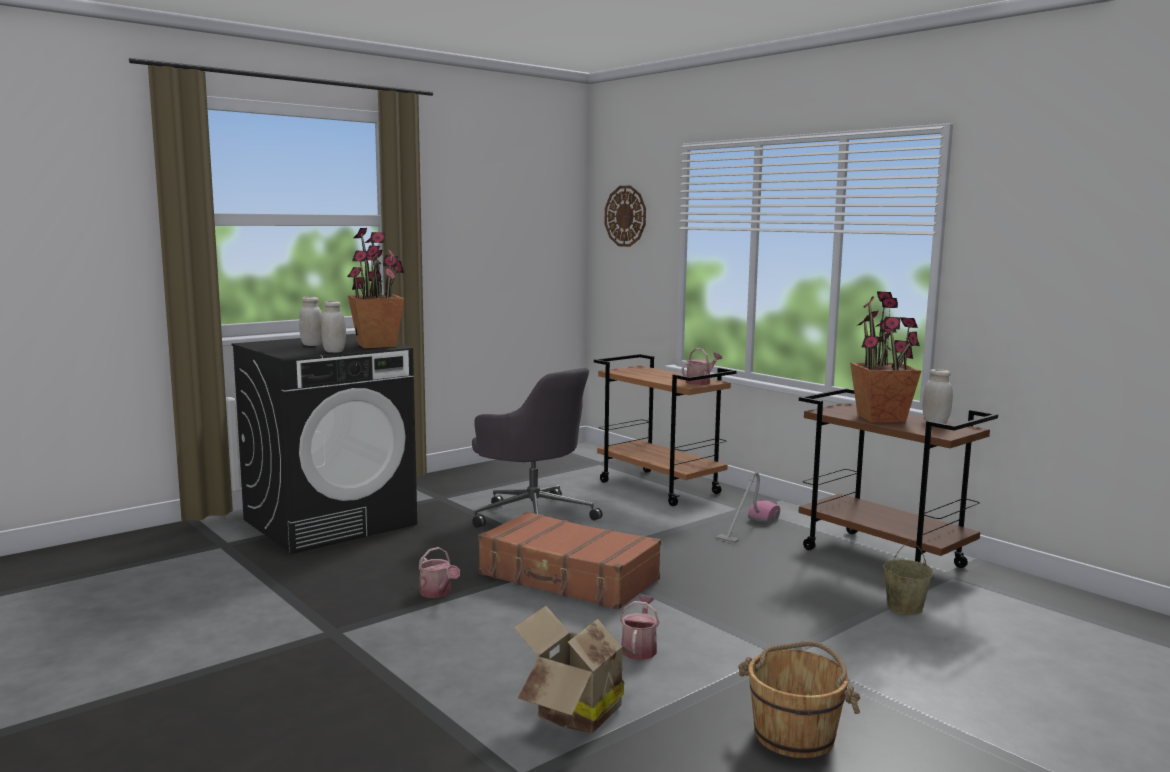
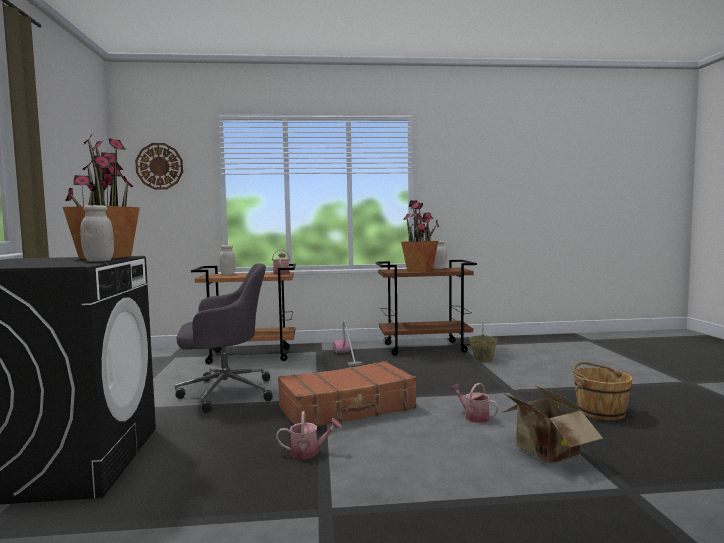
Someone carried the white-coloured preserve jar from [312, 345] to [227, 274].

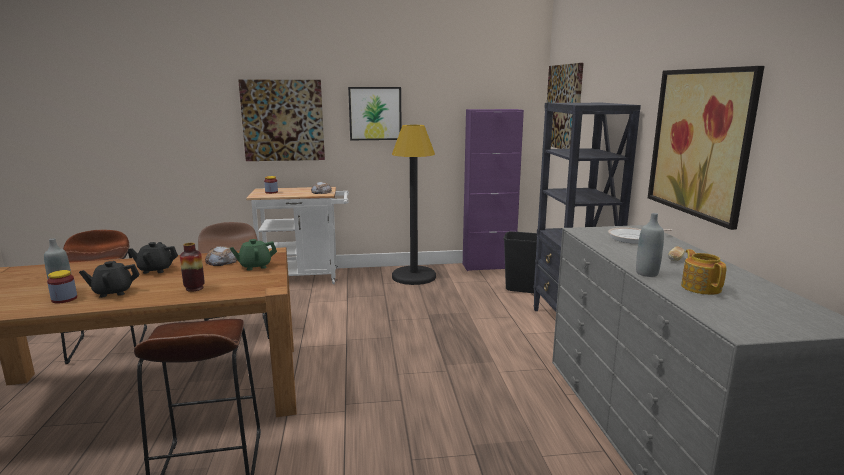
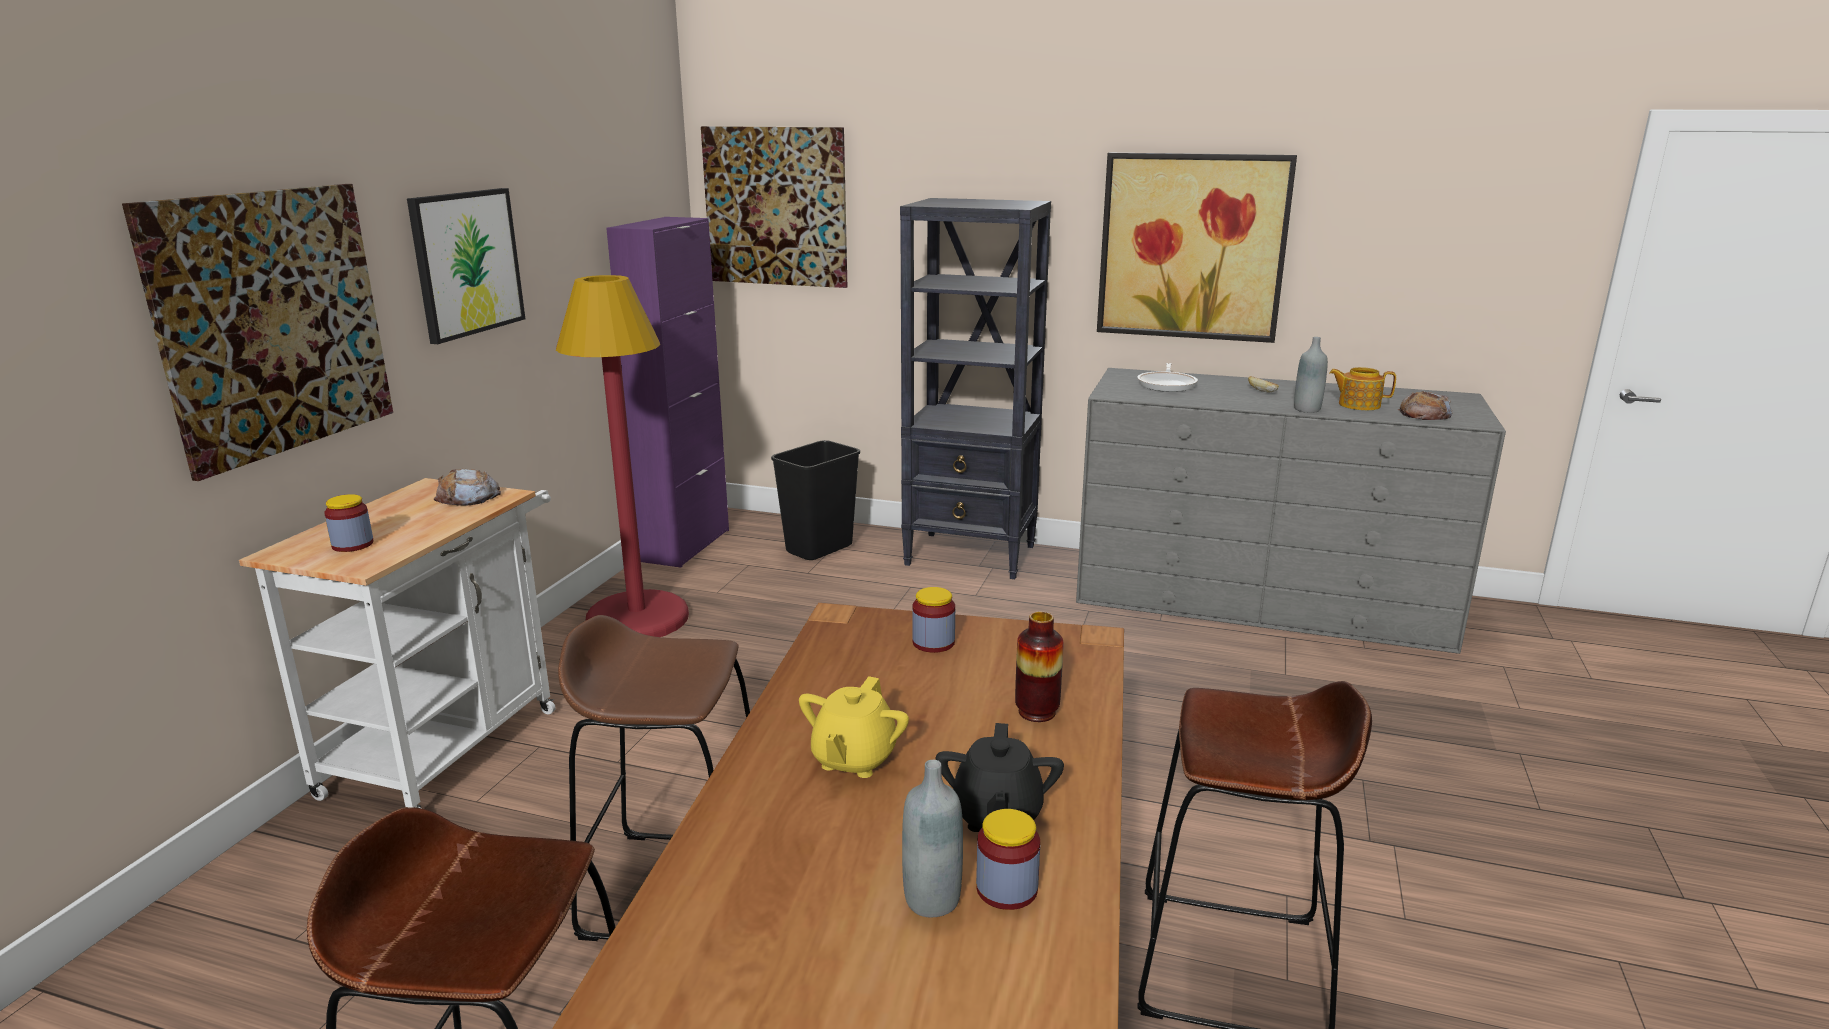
Someone repainted the blackish teapot at [155, 270], which became the yellow teapot at [853, 759]. Someone carried the bakery bread from [221, 261] to [1424, 414]. Someone swapped the greenish teapot at [255, 266] for the preserve jar at [933, 643]. Someone repainted the blackish floor lamp at [413, 276], which became the red floor lamp at [637, 619].

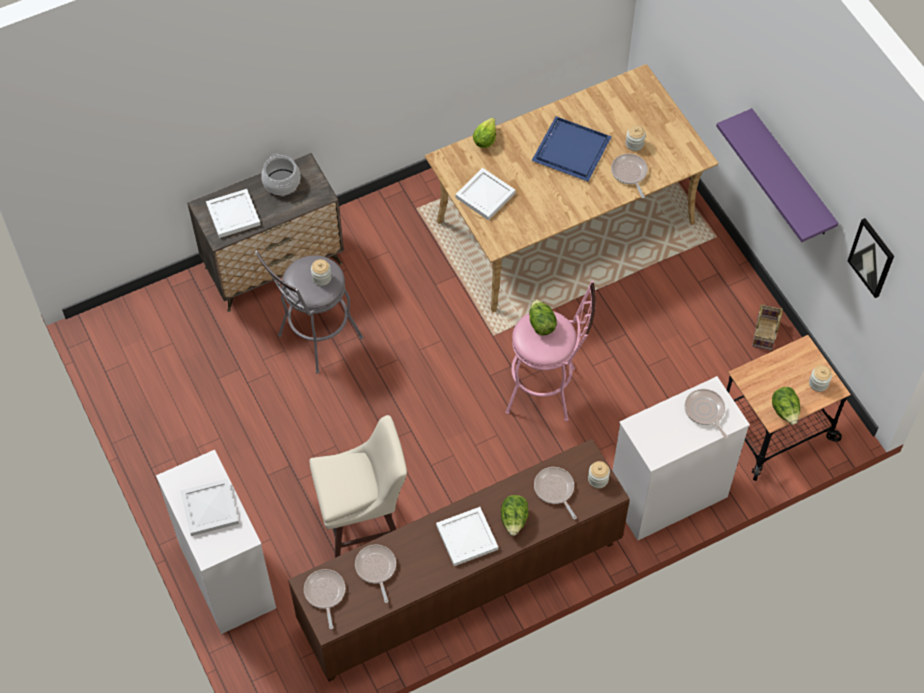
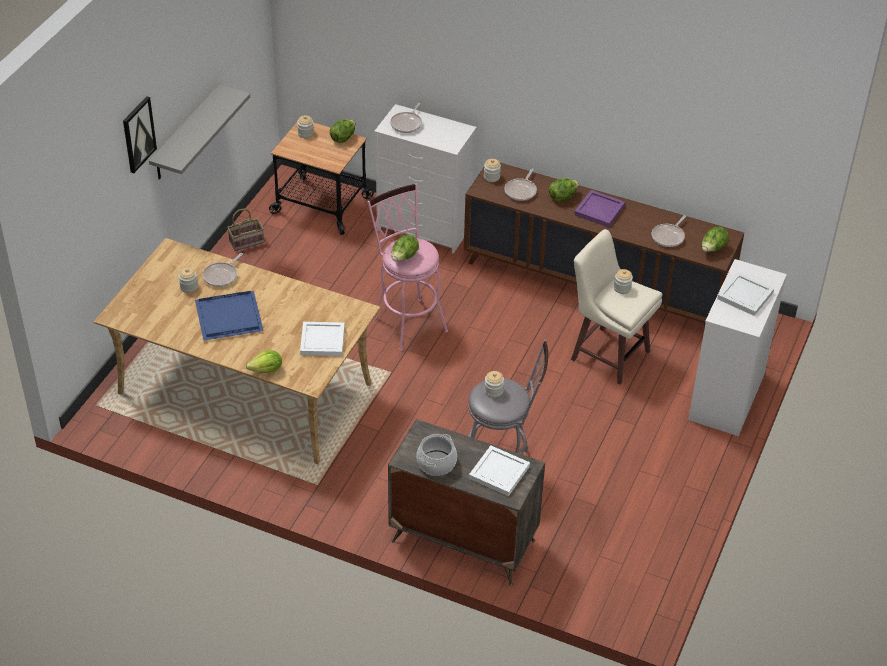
Someone swapped the skillet at [325, 593] for the lettuce head at [713, 249]. Someone repainted the white-coloured serving tray at [466, 538], which became the purple-coloured serving tray at [600, 210]. Someone repainted the purple-coloured shelf at [791, 175], which became the grey shelf at [186, 134]. Someone carried the wall picture from [872, 257] to [138, 134]. Someone put down the preserve jar at [622, 288].

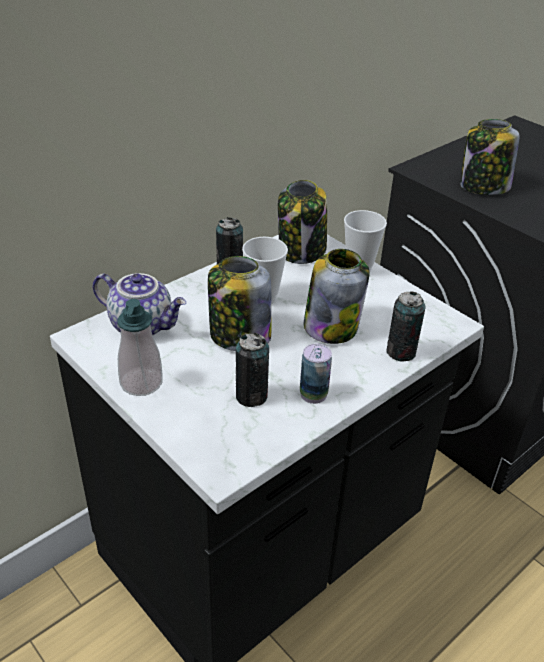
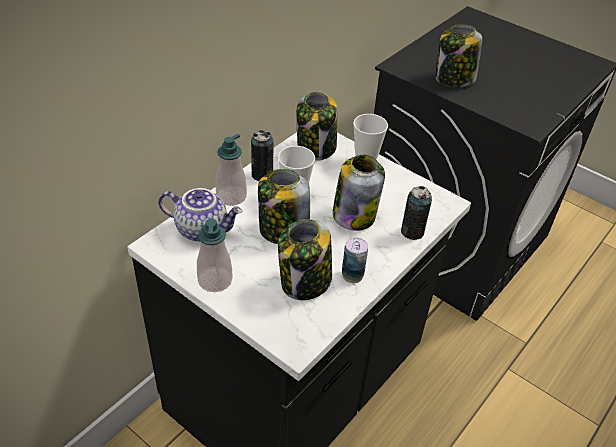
Someone swapped the metal can at [251, 396] for the preserve jar at [305, 282]. Someone put down the soap dispenser at [231, 197].

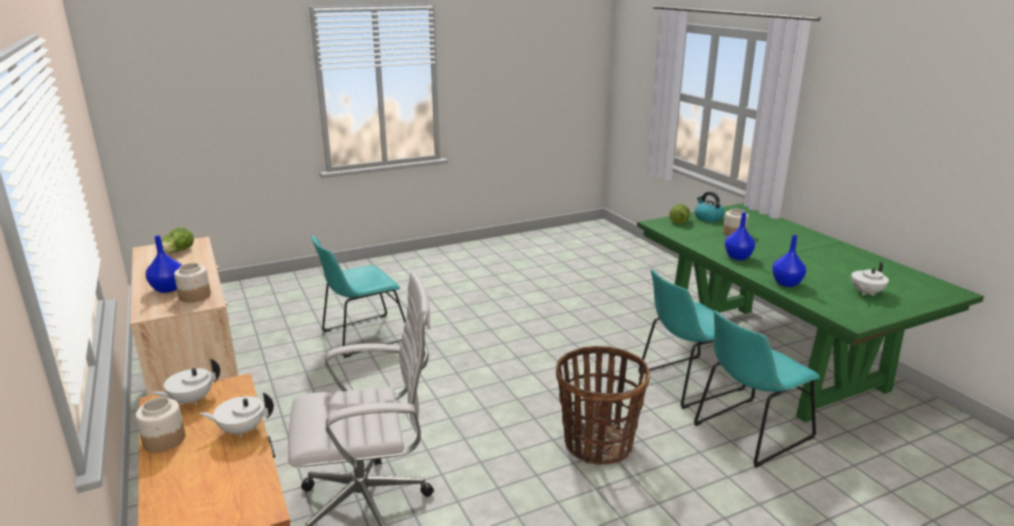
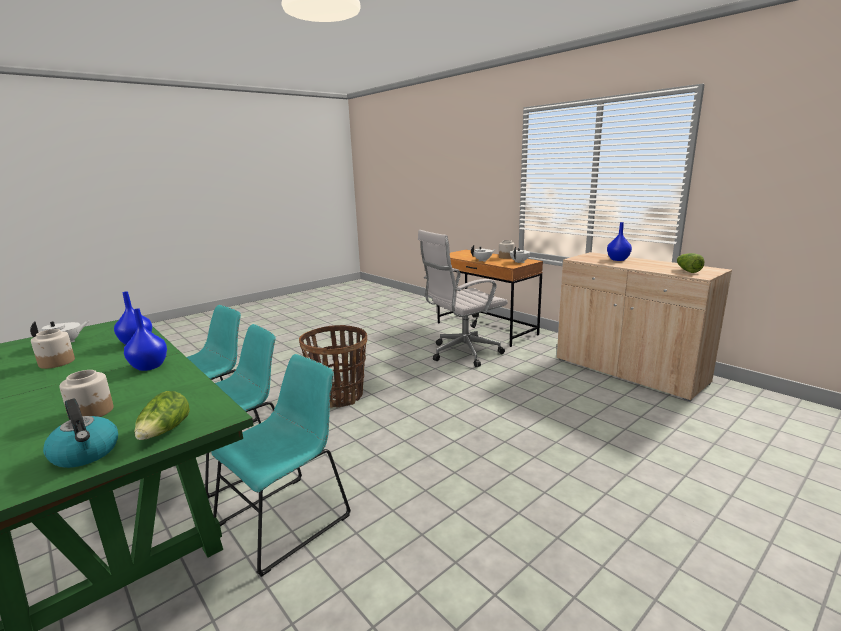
Someone carried the preserve jar from [194, 296] to [57, 362]. Someone carried the turquoise plain chair from [362, 336] to [288, 518].

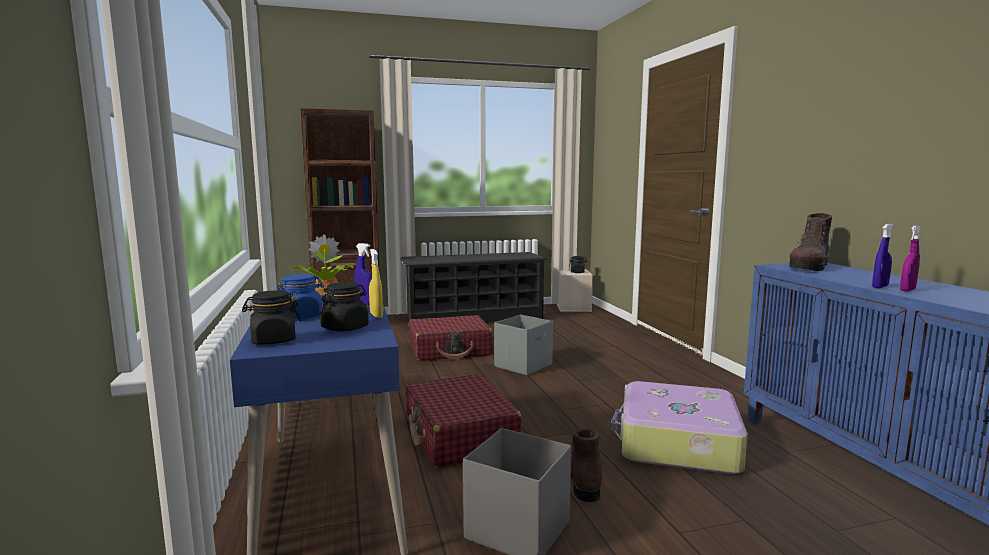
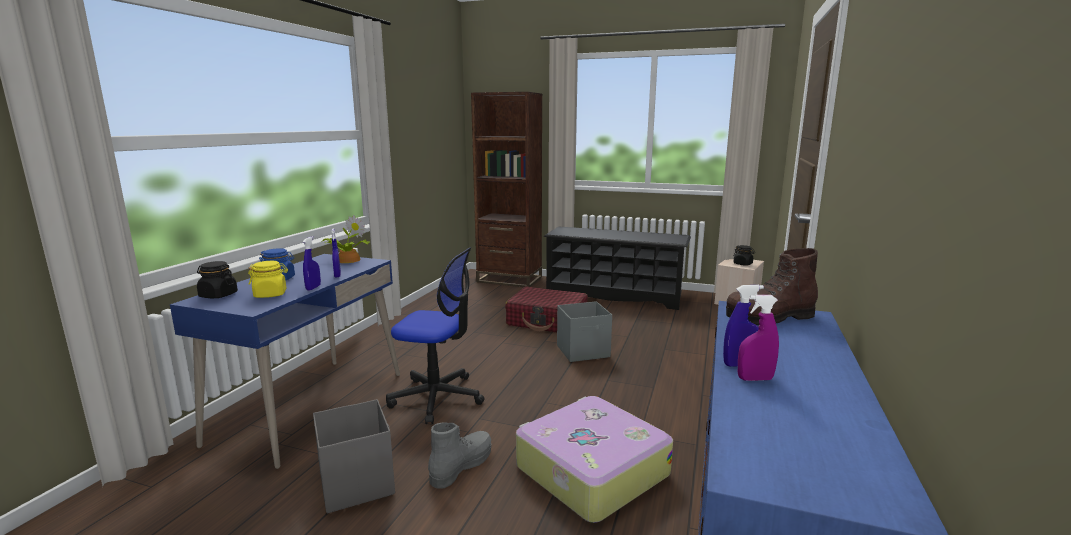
Someone repainted the blackish preserve jar at [345, 328], which became the yellow preserve jar at [270, 294]. Someone repainted the yellow hand sprayer at [376, 315], which became the bluish hand sprayer at [313, 288]. Someone swapped the red suitcase at [460, 435] for the office chair at [437, 397]. Someone repainted the brown-coloured tall boot at [582, 477], which became the grey tall boot at [461, 466].

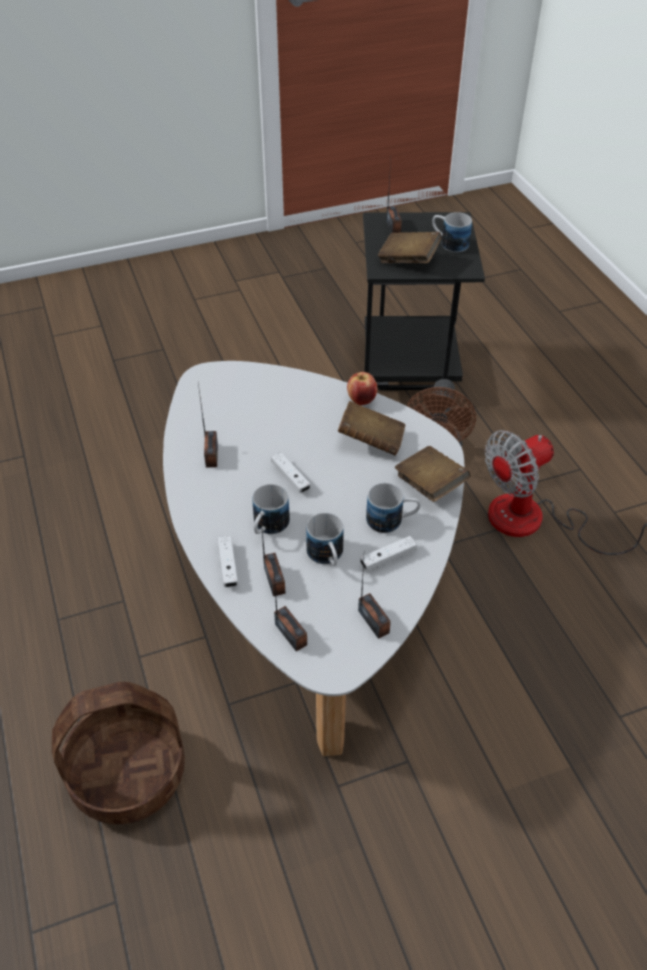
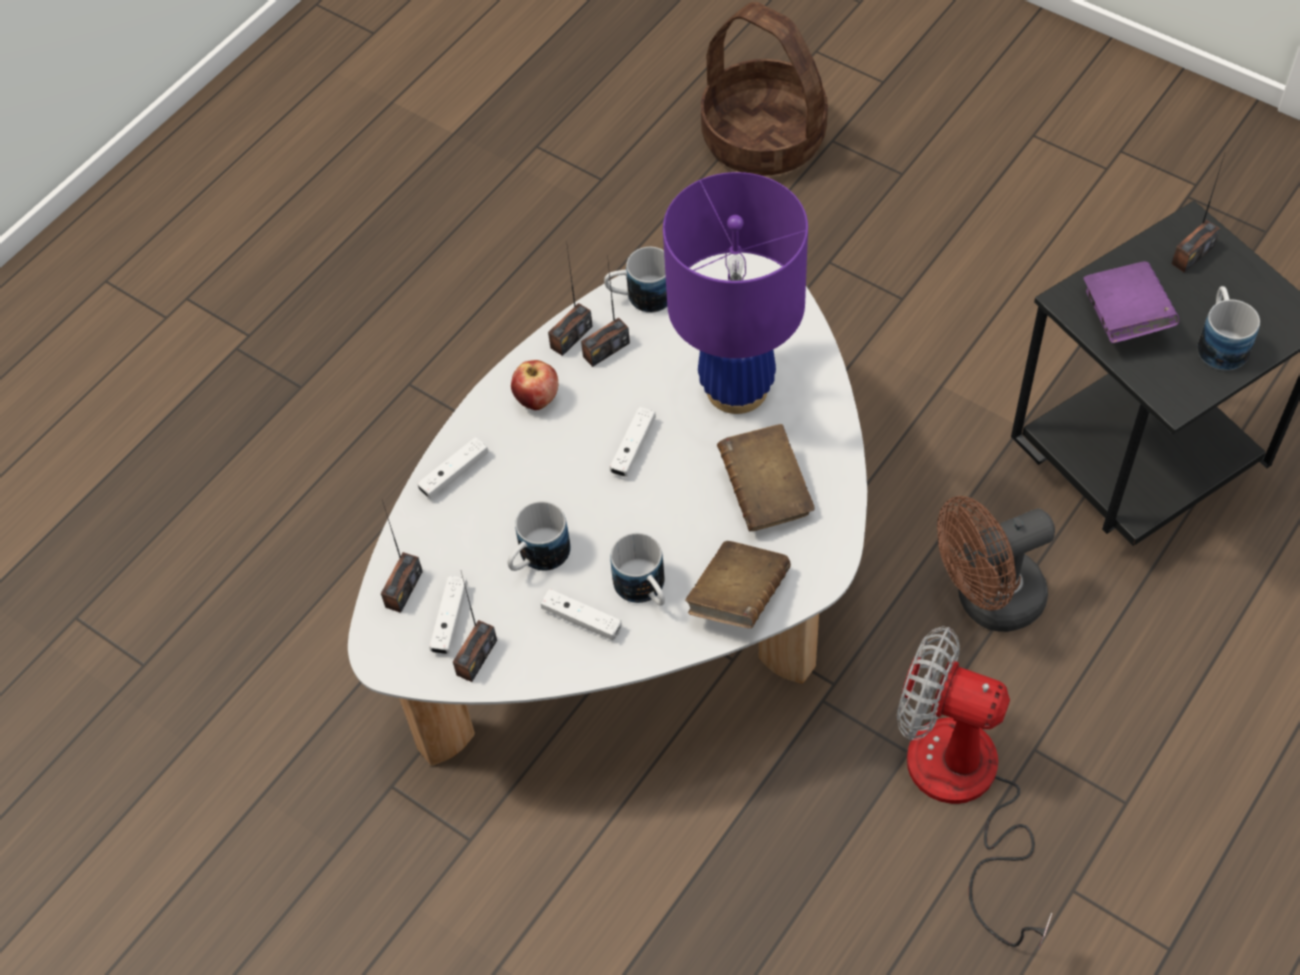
Someone carried the household basket from [129, 773] to [765, 138]. Someone carried the mug from [268, 527] to [640, 297]. Someone carried the radio receiver from [274, 580] to [571, 337]. Someone carried the whole apple from [361, 400] to [537, 399]. Someone repainted the brown-coloured volume at [408, 260], which became the purple-coloured volume at [1125, 318]. Someone put down the white-coloured game controller at [450, 620]. Someone put down the purple-coloured table lamp at [736, 388].

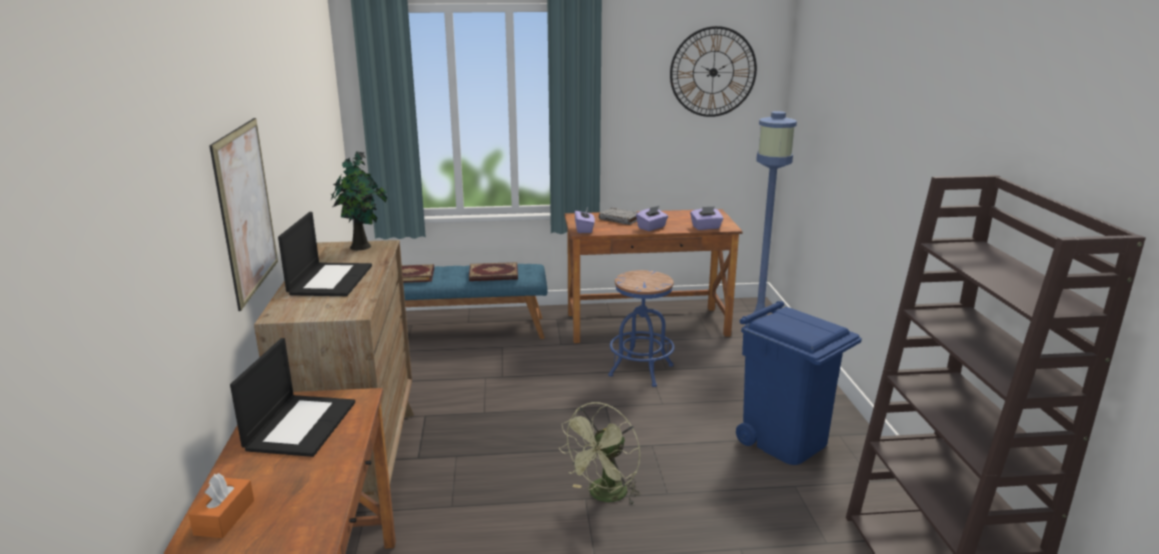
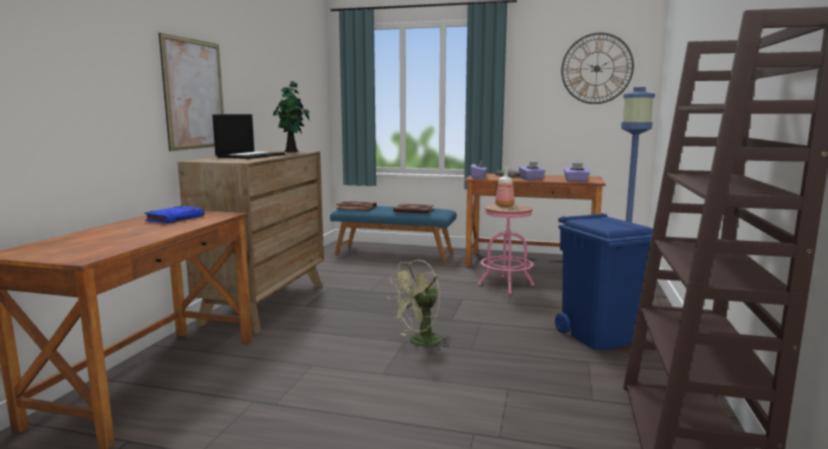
Someone took away the orangey tissue box at [224, 517]. Someone swapped the laptop at [300, 425] for the bluish volume at [175, 218]. Someone repainted the bluish stool seat at [641, 370], which became the pinkish stool seat at [506, 285]. Someone put down the drink bottle at [504, 206].

